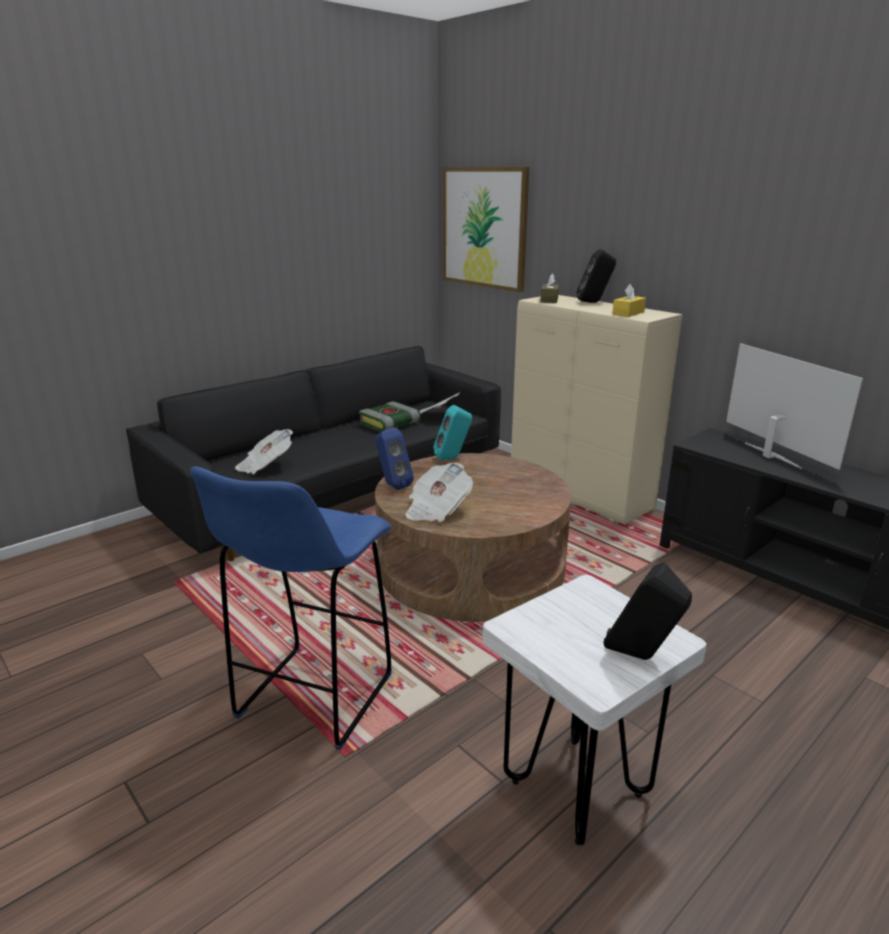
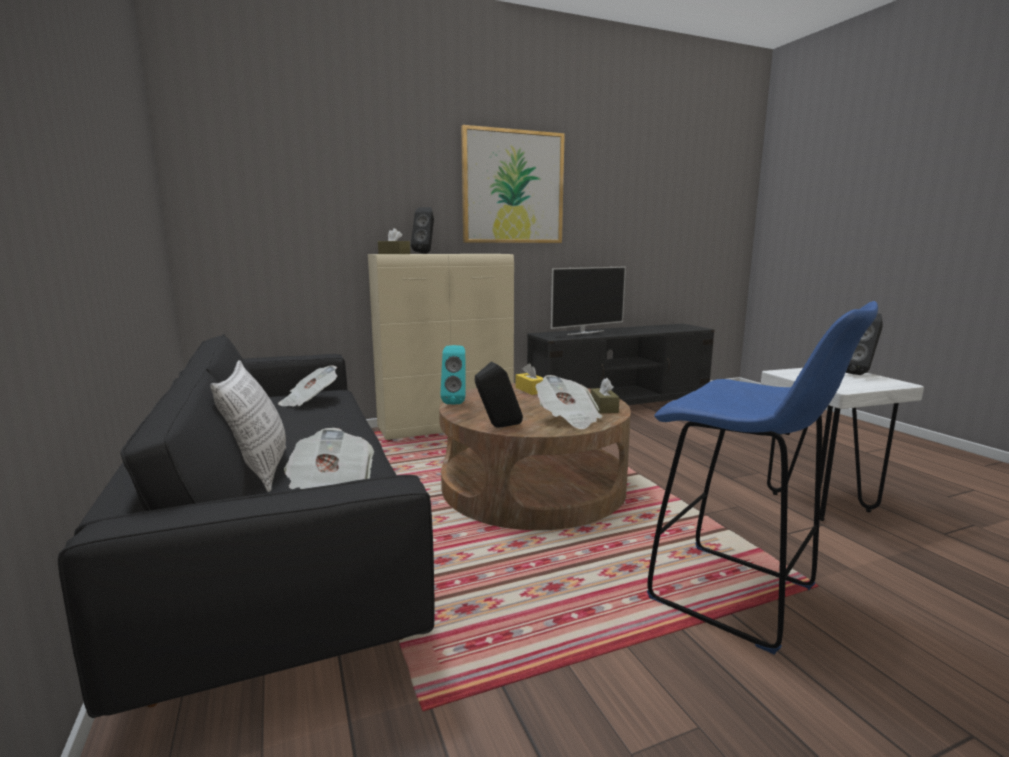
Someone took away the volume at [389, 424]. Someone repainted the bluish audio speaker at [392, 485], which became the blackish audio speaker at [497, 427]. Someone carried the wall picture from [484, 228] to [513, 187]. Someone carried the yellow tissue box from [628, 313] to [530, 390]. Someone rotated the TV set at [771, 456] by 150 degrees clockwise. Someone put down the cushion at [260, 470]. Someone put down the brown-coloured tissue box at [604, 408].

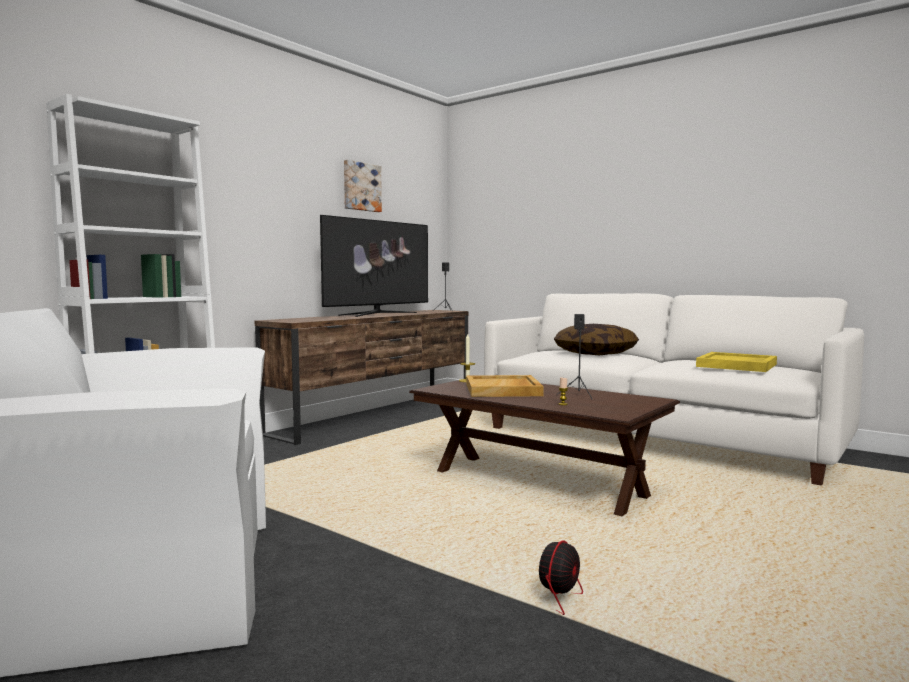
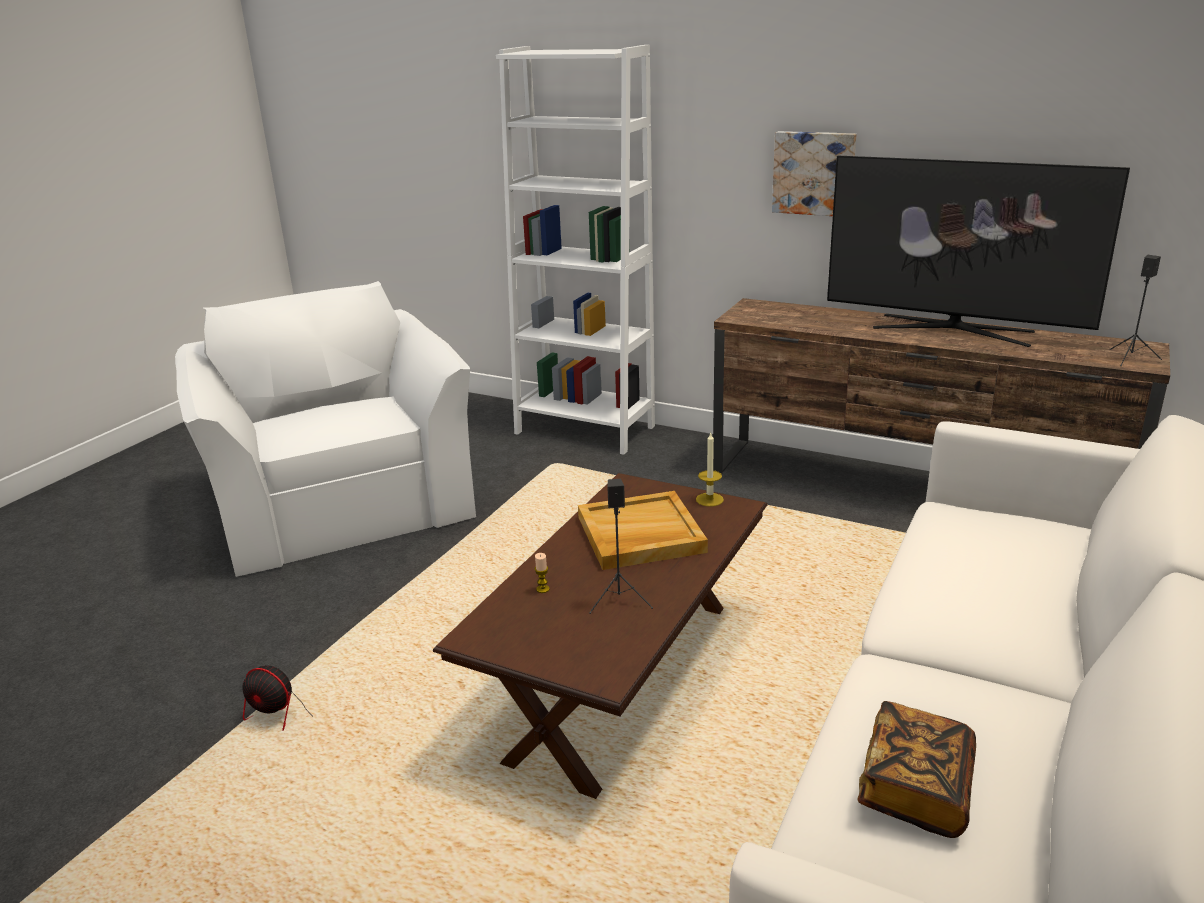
Someone carried the wall picture from [361, 187] to [814, 173]. Someone took away the cushion at [595, 353]. Someone swapped the yellow serving tray at [737, 365] for the volume at [915, 789].

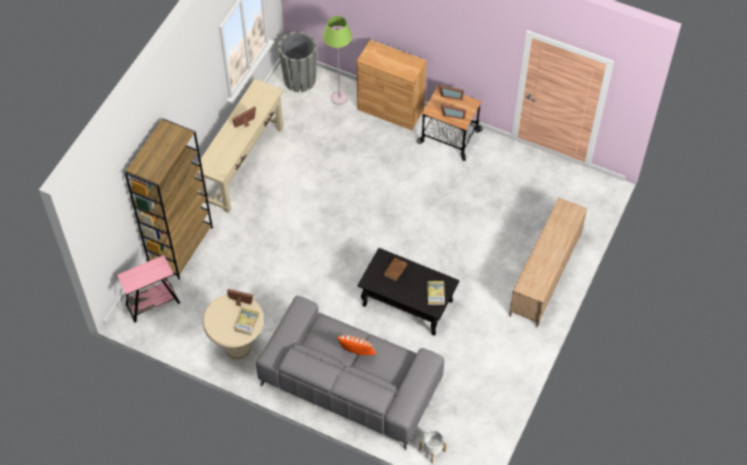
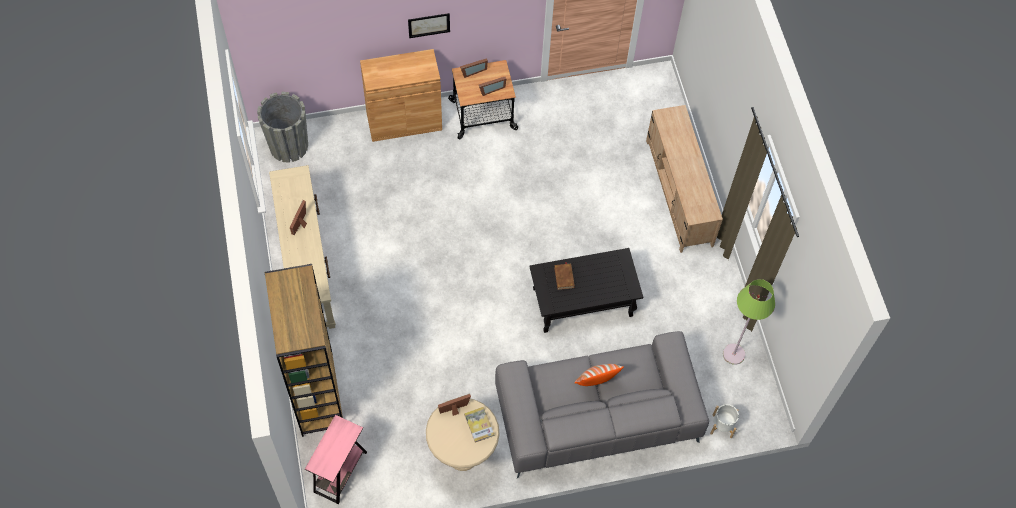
Someone carried the greenish floor lamp from [339, 98] to [733, 354]. Someone took away the volume at [435, 293]. Someone put up the wall picture at [429, 25].

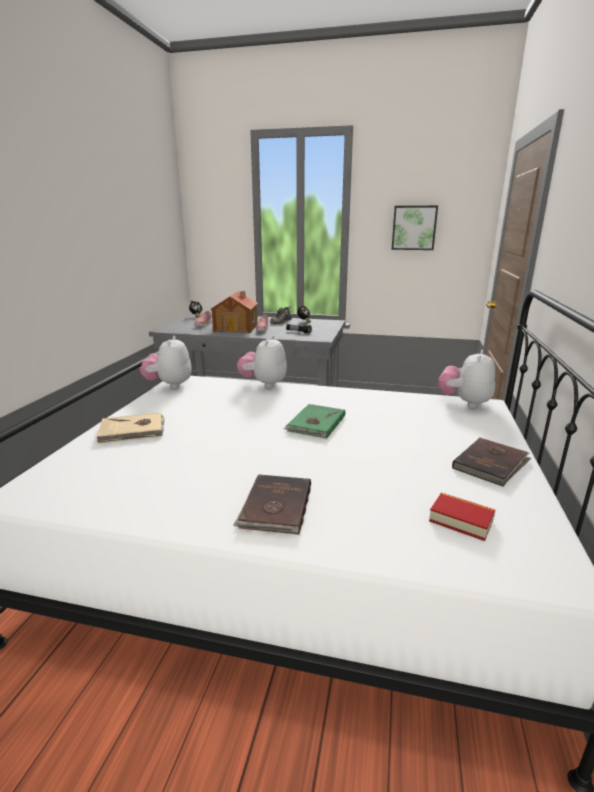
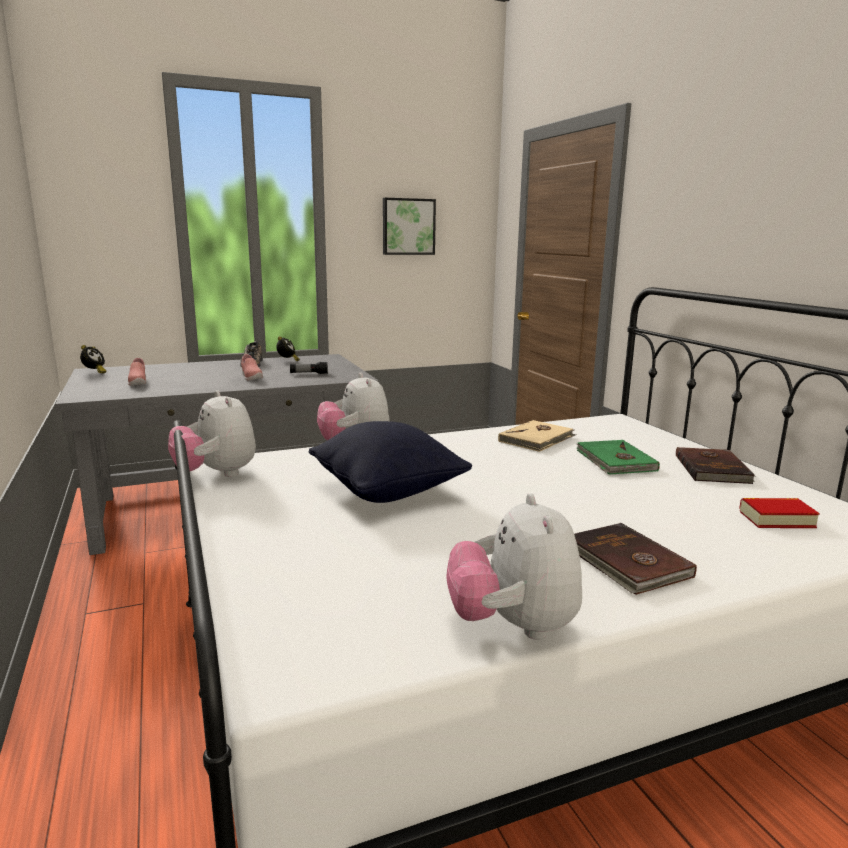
Someone carried the beige-coloured volume from [132, 431] to [537, 439]. Someone took away the miniature house at [237, 328]. Someone carried the greenish volume from [315, 423] to [614, 461]. Someone carried the cuddly toy from [464, 403] to [513, 626]. Someone put down the blackish cushion at [387, 492].

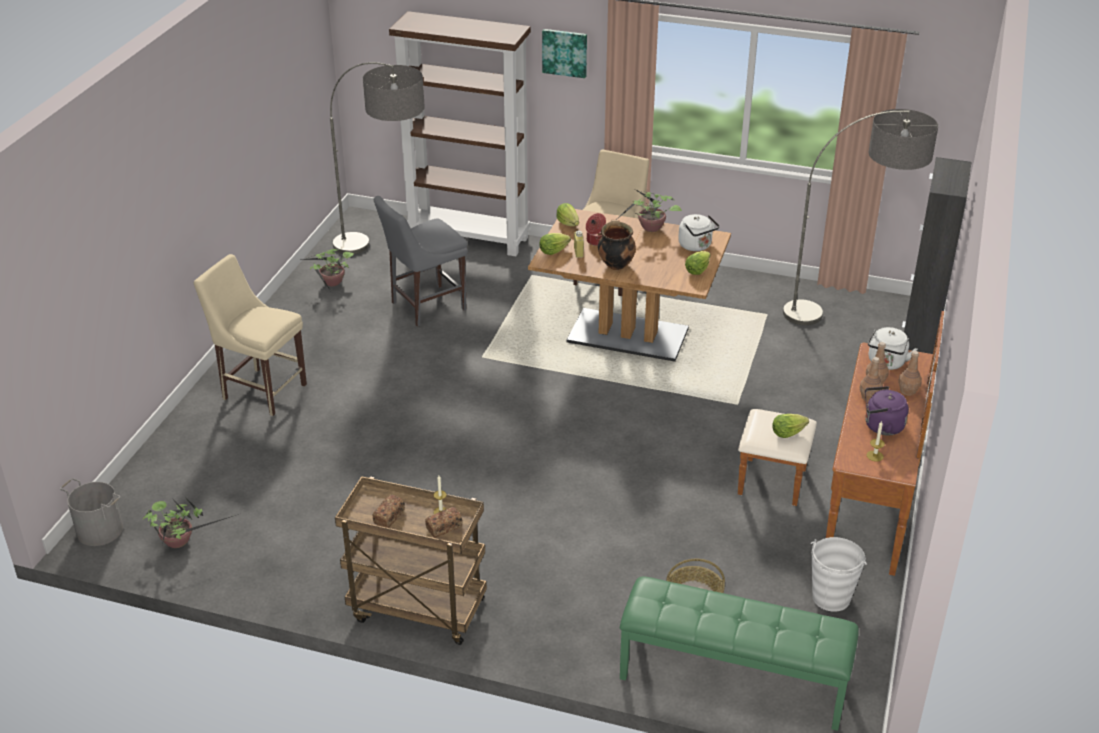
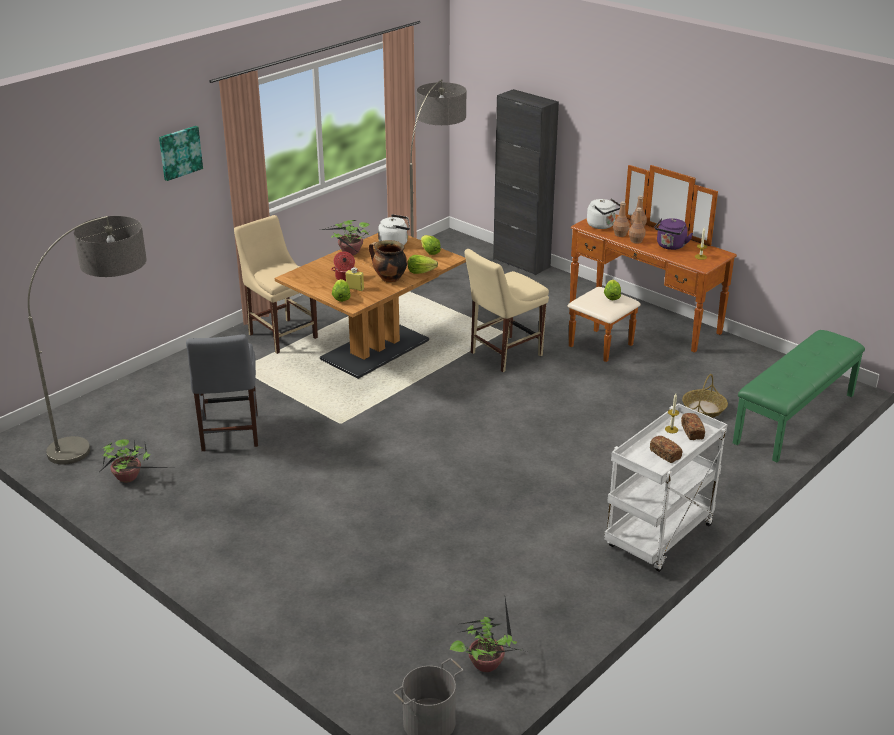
Someone carried the beige-coloured plain chair from [261, 390] to [503, 355]. Someone repainted the brown-coloured trolley at [416, 610], which became the white-coloured trolley at [659, 538]. Someone took away the brown-coloured bookshelf at [469, 238]. Someone carried the lettuce head from [568, 223] to [420, 272]. Someone took away the white-coloured pail at [830, 598].

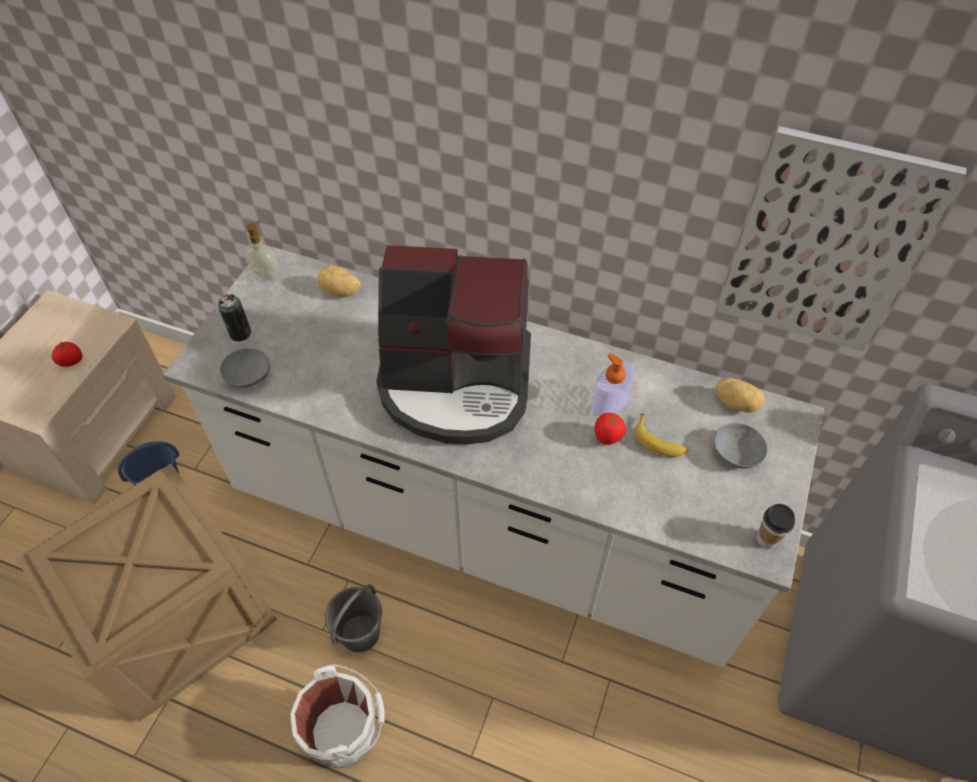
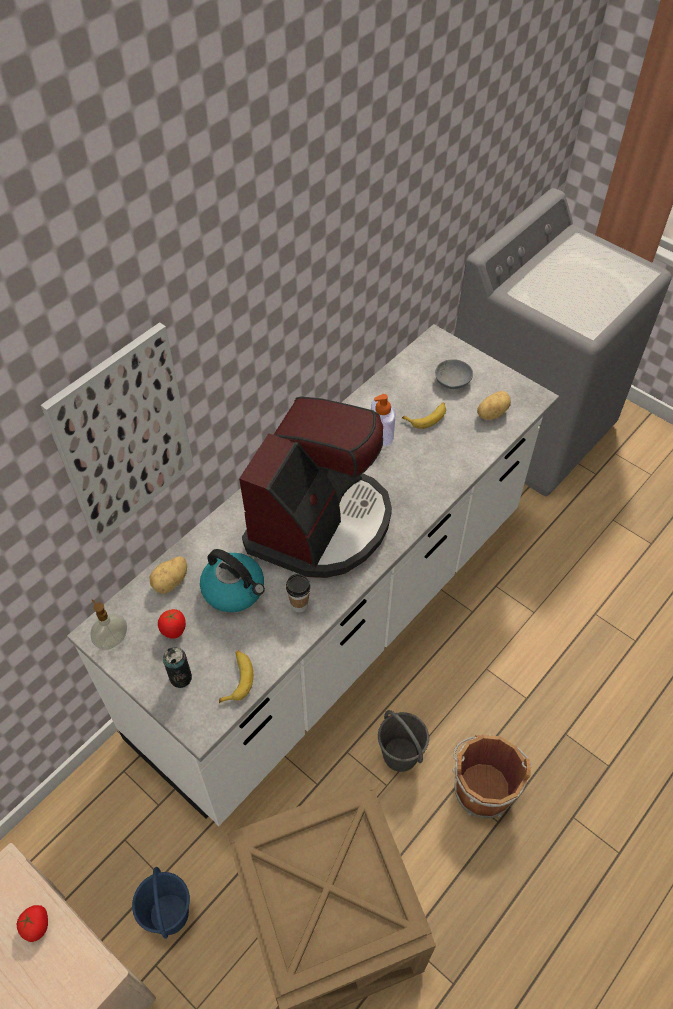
Someone swapped the grey bowl at [249, 374] for the banana at [237, 678]. Someone repainted the white-coloured pail at [346, 731], which became the brown-coloured pail at [482, 787]. Someone carried the fresh tomato from [607, 438] to [174, 631]. Someone carried the potato from [736, 403] to [491, 413]. Someone carried the wall picture from [825, 246] to [124, 437]. Someone carried the drinking cup from [766, 539] to [299, 605]. Someone put down the water kettle at [235, 590].

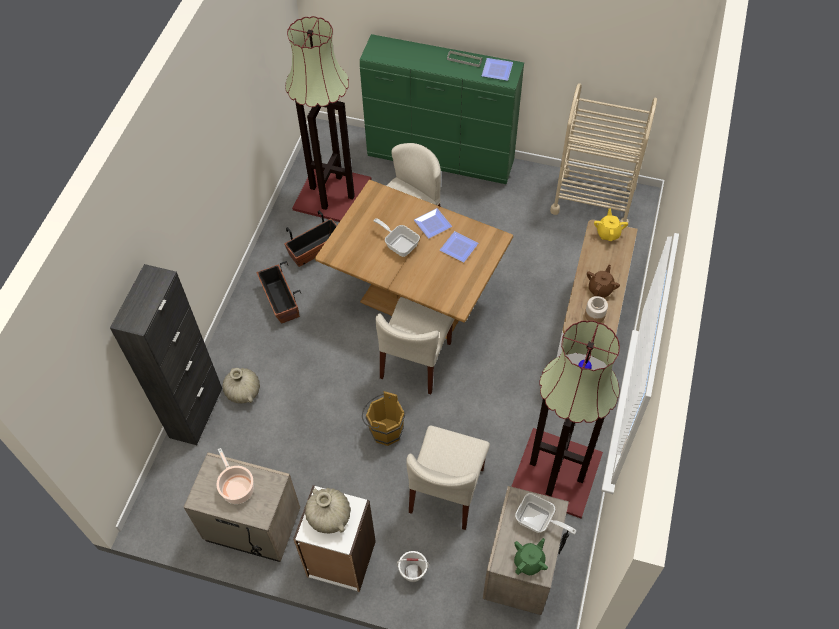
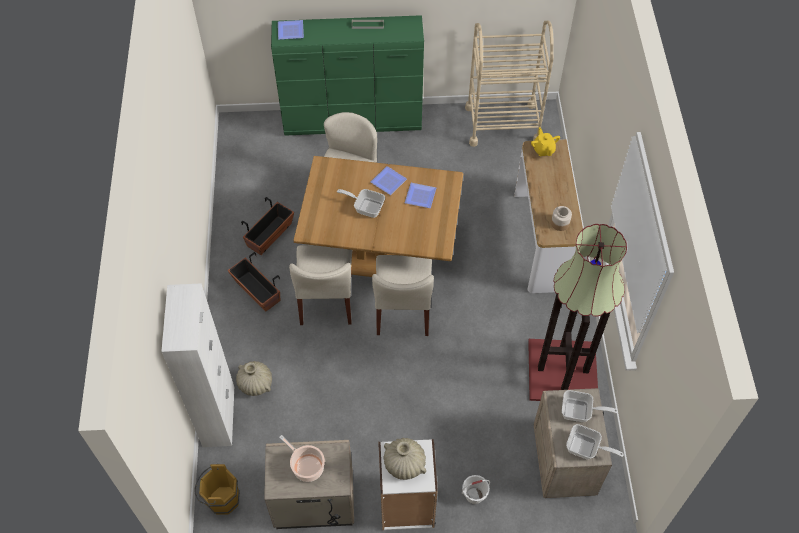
Someone repainted the blackish cabinet at [196, 413], which became the white-coloured cabinet at [218, 416]. Someone took away the floor lamp at [333, 195]. Someone carried the brown-coloured pail from [384, 430] to [220, 499]. Someone carried the beige-coloured plain chair from [447, 491] to [326, 299]. Someone carried the flat dish from [496, 69] to [289, 30]. Someone swapped the greenish teapot at [529, 562] for the skillet at [586, 449]. Someone took away the brown-coloured teapot at [600, 289].

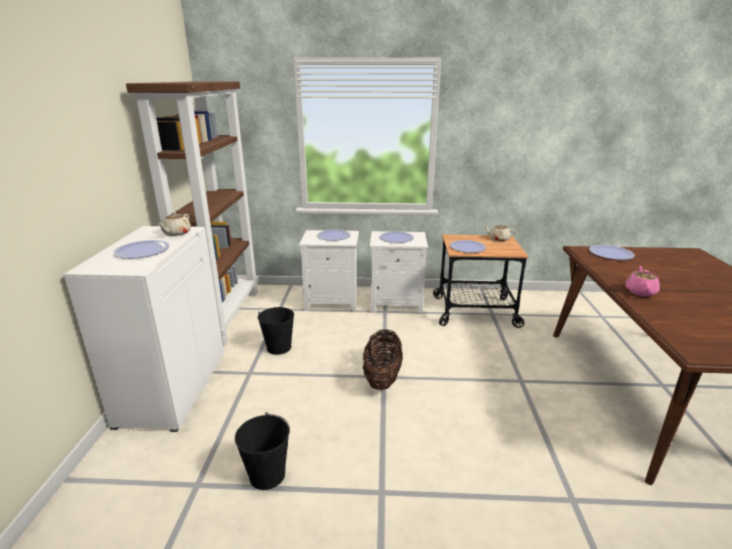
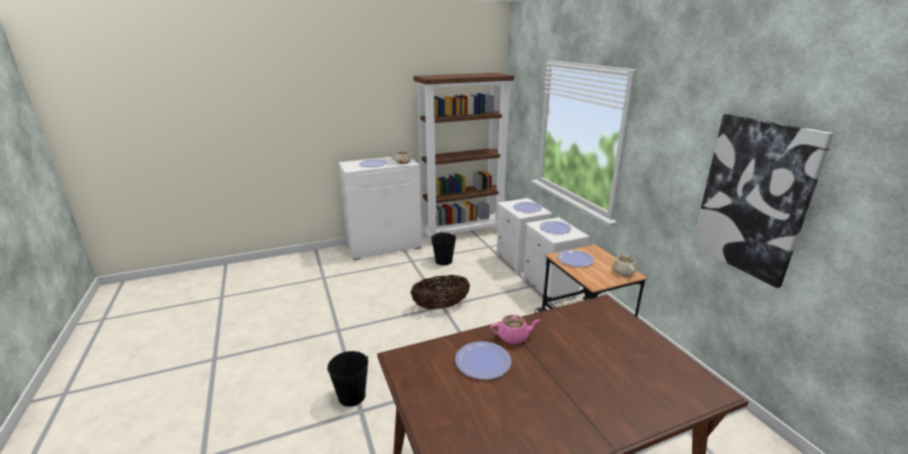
Someone carried the blackish pail from [267, 475] to [351, 396]. Someone carried the flat dish from [611, 253] to [482, 361]. Someone put up the wall picture at [753, 198].

